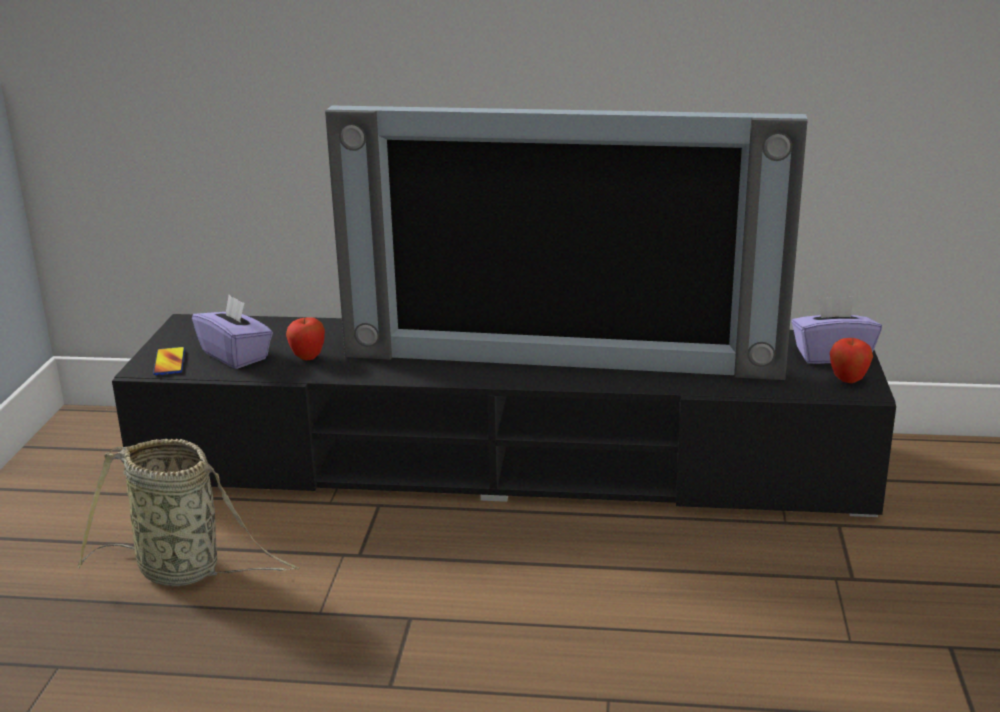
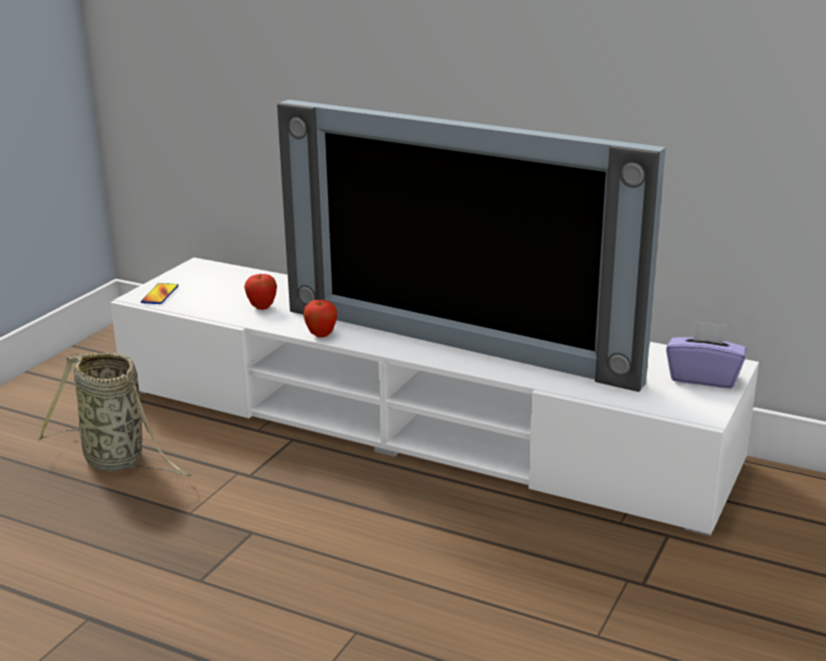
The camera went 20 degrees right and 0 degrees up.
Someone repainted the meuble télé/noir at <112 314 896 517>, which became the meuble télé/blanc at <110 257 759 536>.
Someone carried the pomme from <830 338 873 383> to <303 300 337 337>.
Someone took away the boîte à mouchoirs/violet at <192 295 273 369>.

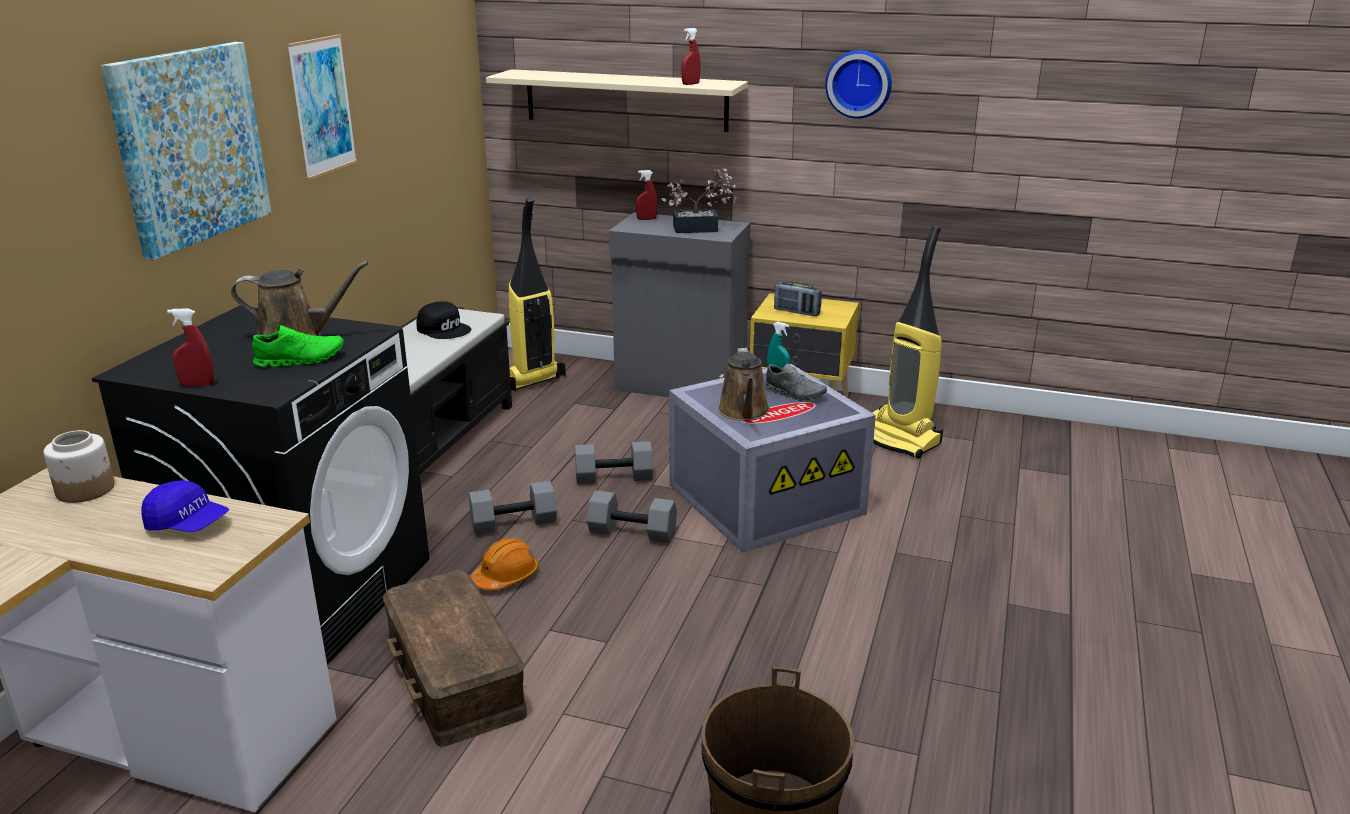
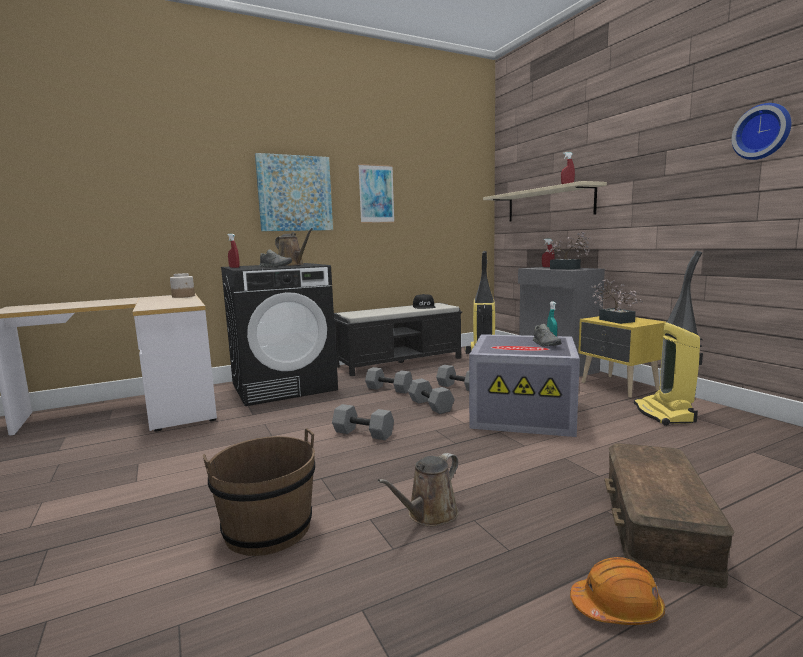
The camera went 45 degrees right and 15 degrees down.
Someone repainted the chaussure/vert at <252 325 344 368>, which became the chaussure/gris at <260 249 292 267>.
Someone put down the haltère/gris at <332 404 394 440>.
Someone carried the arrosoir/marron from <718 348 770 421> to <378 453 459 527>.
Someone carried the casque de chantier/orange from <471 538 539 590> to <570 557 665 625>.
Someone swapped the radio at <774 282 822 316> for the plante en pot at <591 279 643 324>.
Someone carried the boîte de rangement/marron from <383 570 527 747> to <605 443 734 588>.
Someone carried the horloge murale from <825 50 892 119> to <732 103 791 160>.
Someone took away the casquette/bleu at <141 480 229 532>.

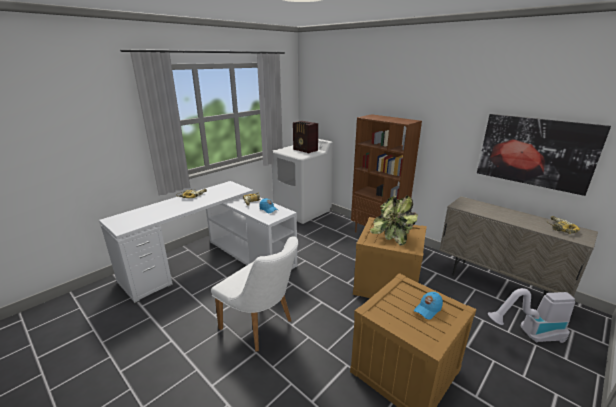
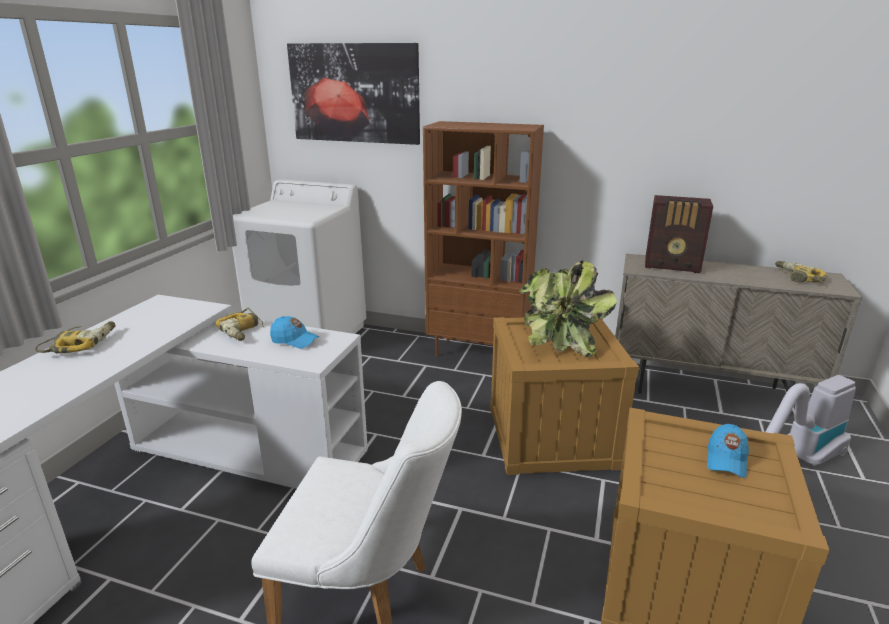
The camera went 25 degrees left and 0 degrees up.
Someone carried the tableau from <477 114 611 196> to <287 43 420 145>.
Someone carried the radio from <293 121 318 153> to <645 195 713 273>.

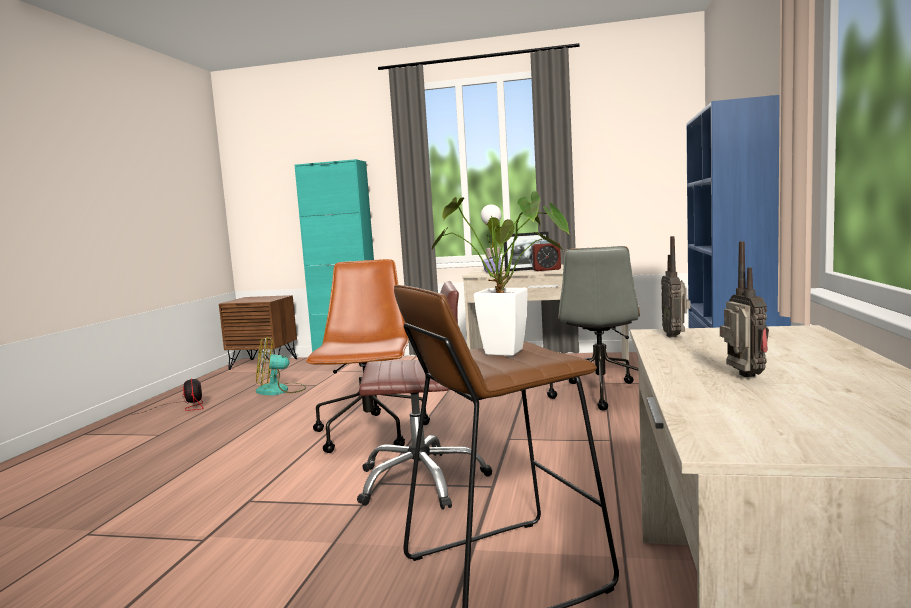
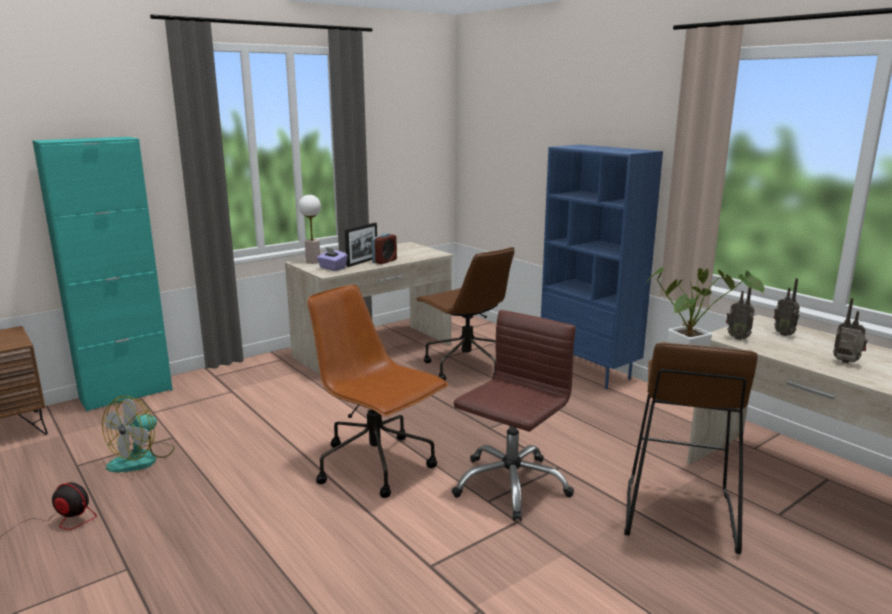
The camera went 50 degrees left and 10 degrees up.
Someone repainted the chaise de bureau/gris at <547 246 640 411>, which became the chaise de bureau/marron at <415 247 514 381>.
Someone put down the radio at <774 278 800 336>.

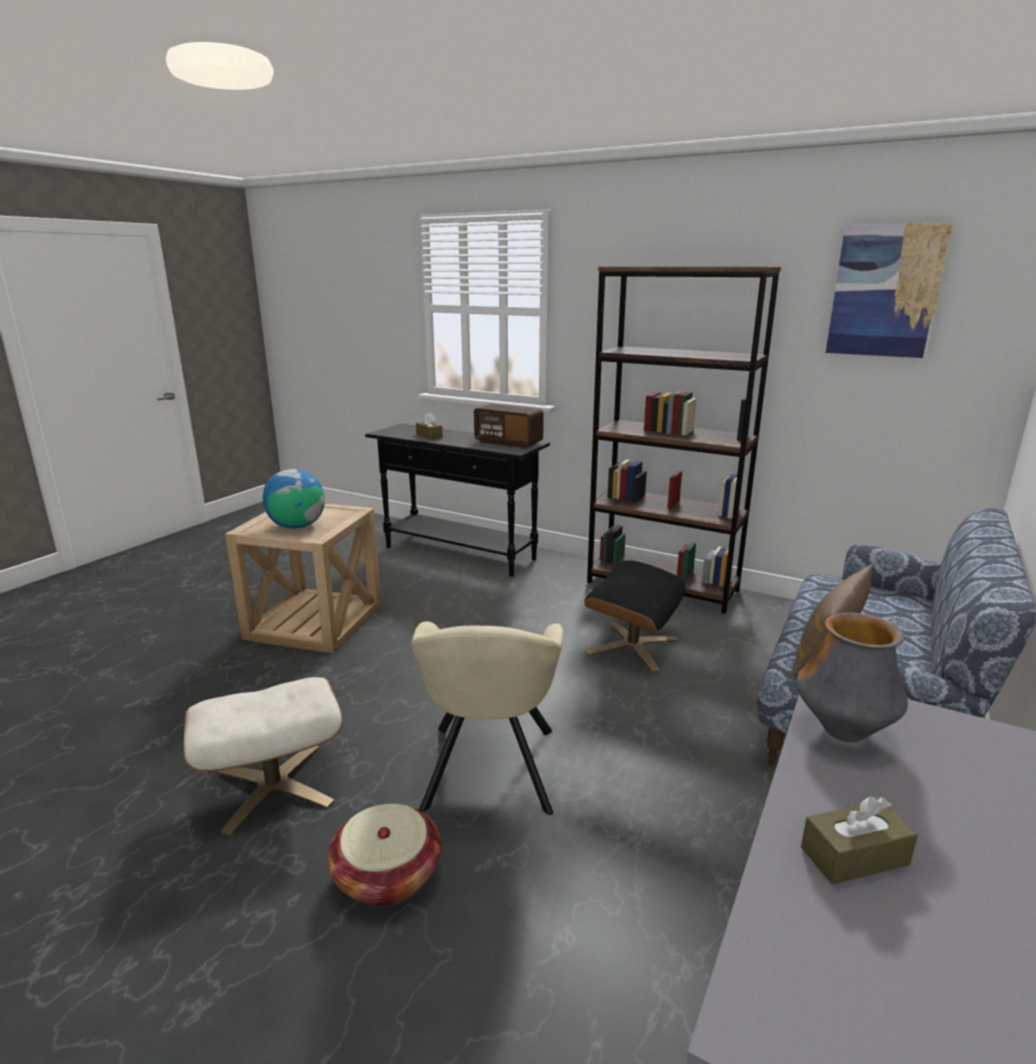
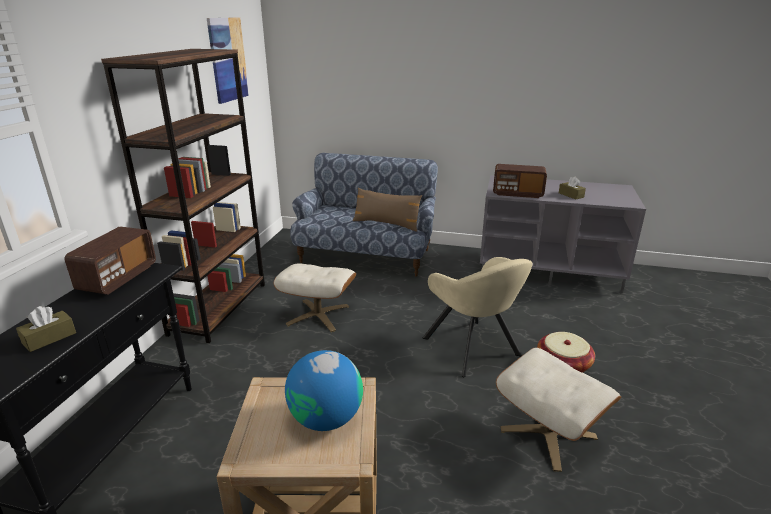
The camera went 105 degrees left and 5 degrees up.
Someone repainted the pouf/noir at <585 560 686 673>, which became the pouf/beige at <274 263 356 332>.
Someone rotated the fauteuil/beige at <412 621 563 815> by 75 degrees clockwise.
Someone swapped the vase at <796 613 908 743> for the radio at <493 164 547 198>.

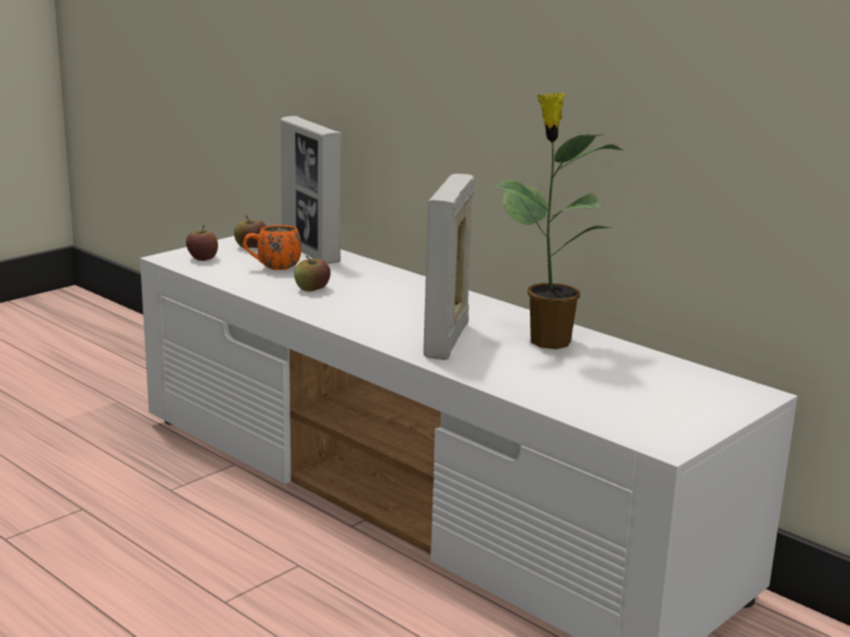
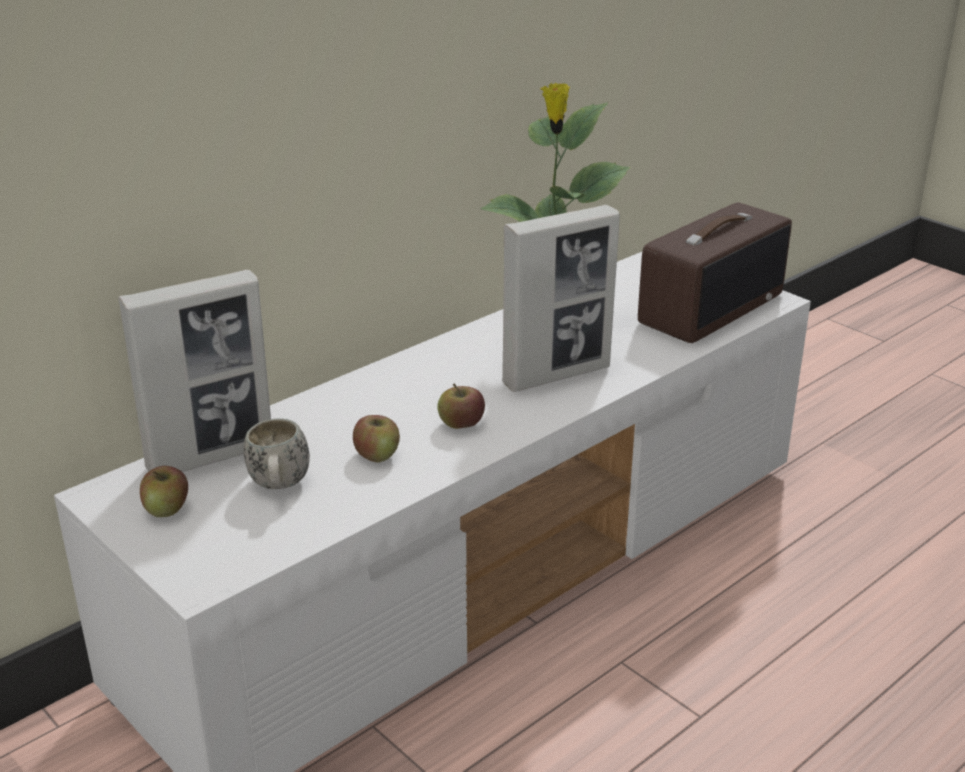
The camera went 85 degrees left and 10 degrees up.
Someone repainted the mug/orange at <243 225 301 270>, which became the mug/blanc at <244 418 310 489>.
Someone carried the pomme from <186 225 218 261> to <437 383 485 429>.
Someone rotated the cadre photo at <423 174 475 360> by 45 degrees counterclockwise.
Someone put down the radio at <638 202 792 343>.

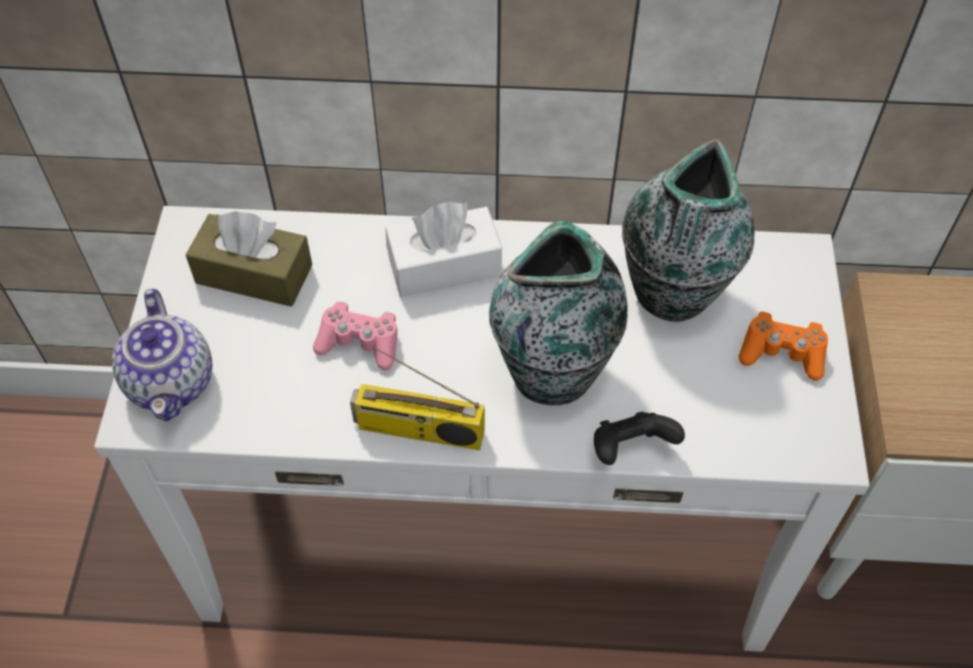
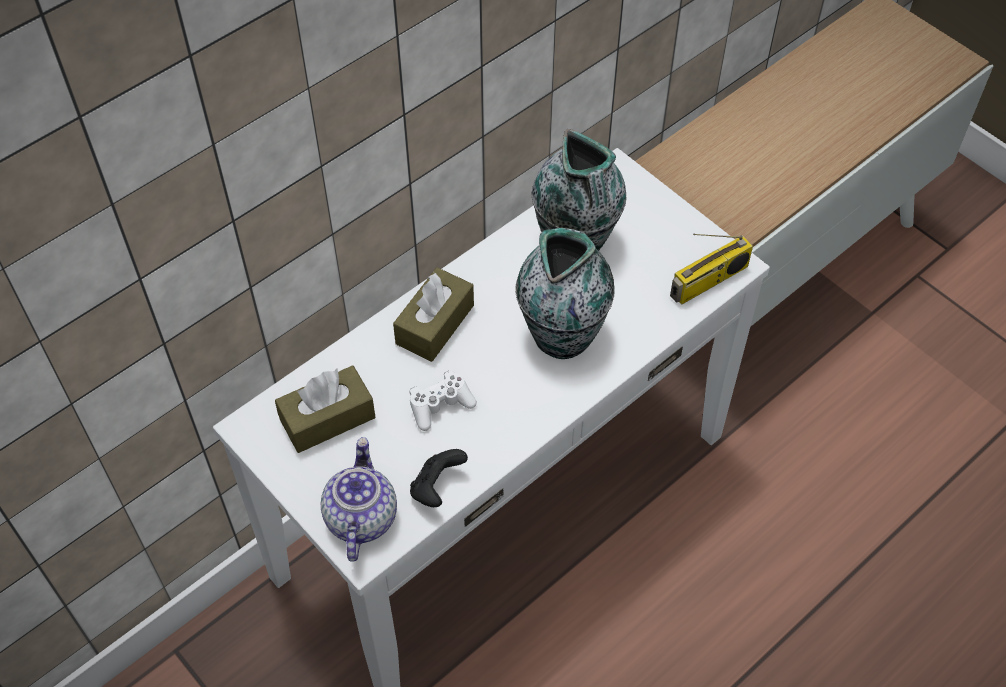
The camera went 45 degrees left and 0 degrees up.
Someone rotated the théière at <112 289 212 422> by 120 degrees counterclockwise.
Someone repainted the boîte à mouchoirs/blanc at <385 202 502 297>, which became the boîte à mouchoirs/marron at <393 267 474 362>.
Someone repainted the manette/rose at <313 302 398 370>, which became the manette/blanc at <409 370 477 431>.
Someone carried the manette/noir from <594 412 685 465> to <410 449 468 507>.
Someone carried the radio from <350 346 485 450> to <670 234 753 305>.
Someone took away the manette/orange at <739 312 828 381>.

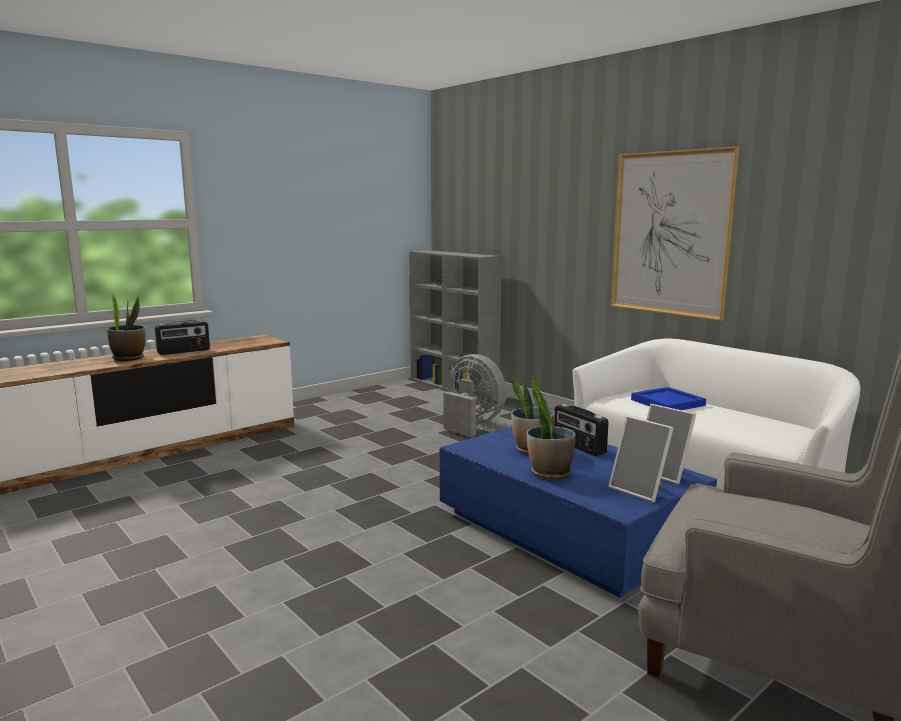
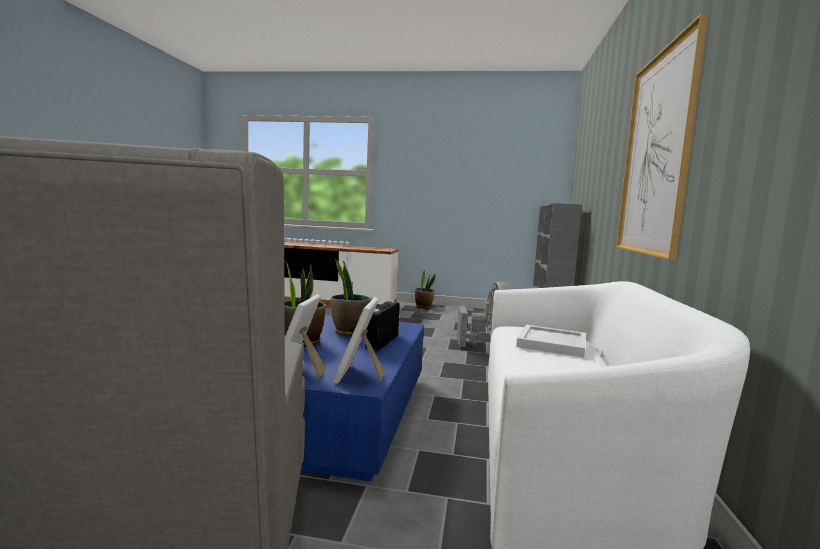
The camera went 50 degrees right and 5 degrees down.
Someone carried the plante en pot from <107 294 146 361> to <415 270 436 309>.
Someone repainted the plateau/bleu at <631 387 706 410>, which became the plateau/blanc at <516 325 586 358>.
Someone took away the radio at <155 320 210 355>.

